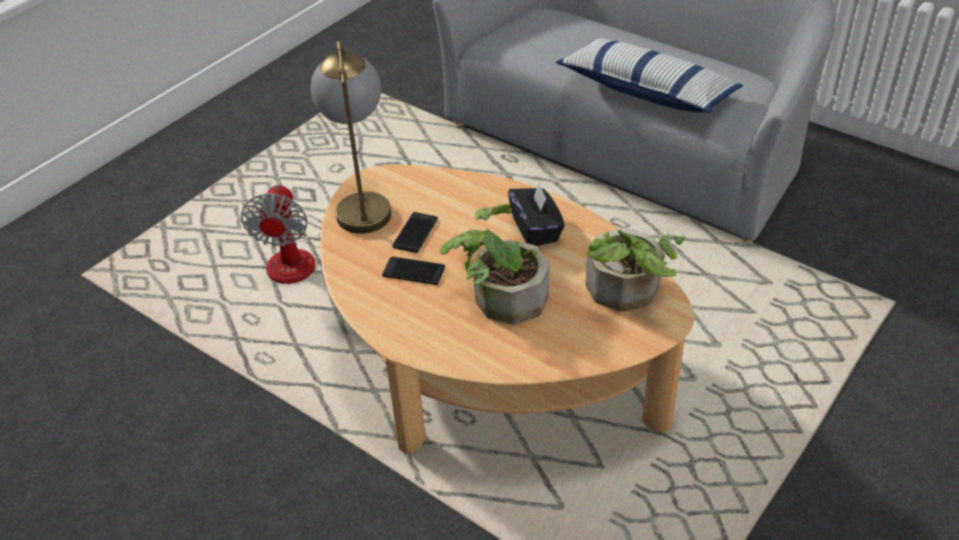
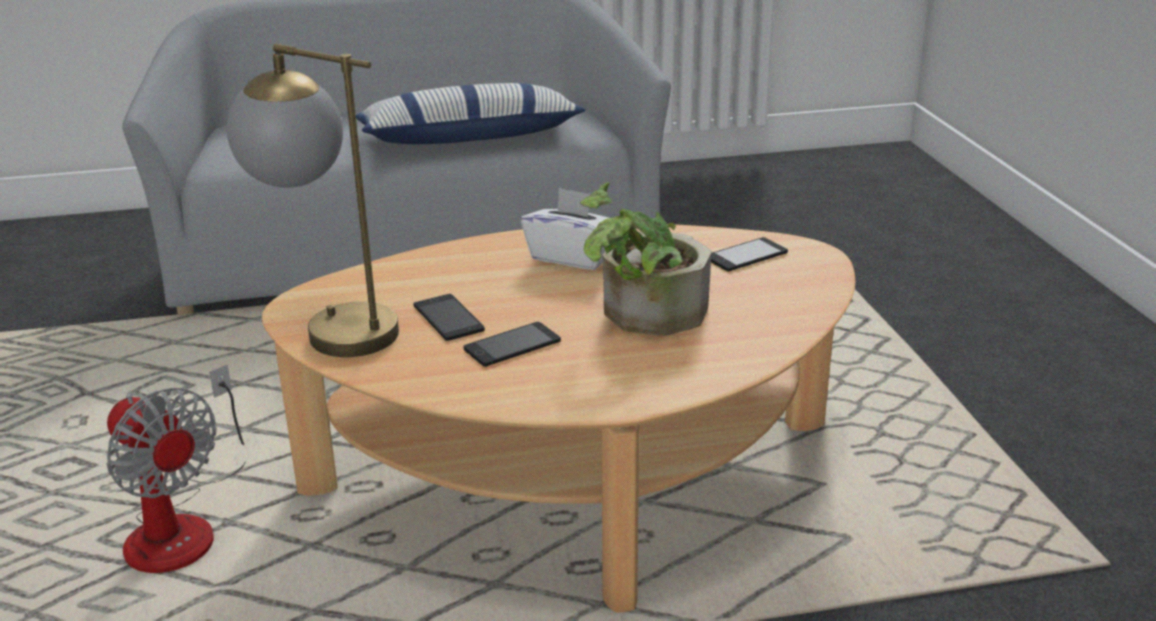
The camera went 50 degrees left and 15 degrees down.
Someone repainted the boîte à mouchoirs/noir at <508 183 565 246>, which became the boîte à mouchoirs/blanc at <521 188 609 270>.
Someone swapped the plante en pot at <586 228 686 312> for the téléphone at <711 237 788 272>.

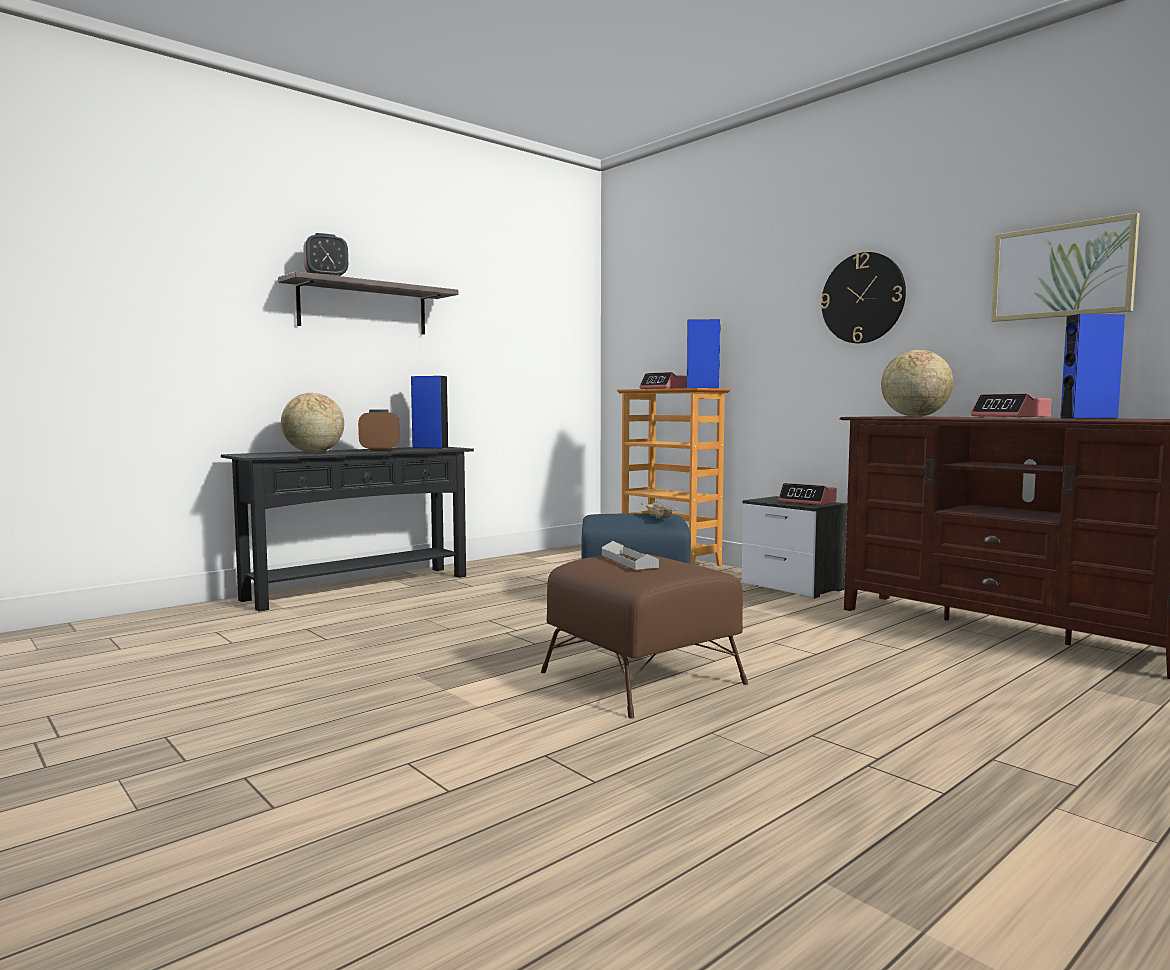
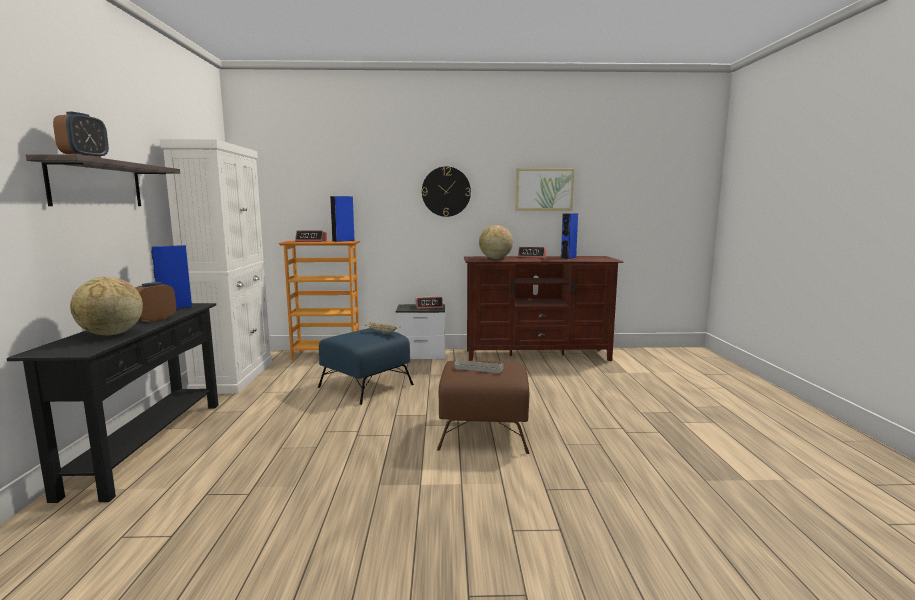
The camera went 50 degrees left and 5 degrees up.
Someone put down the meuble de rangement/blanc at <160 139 272 394>.

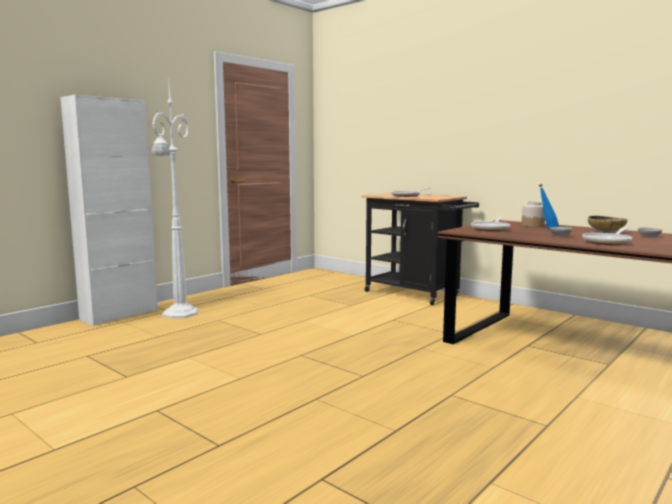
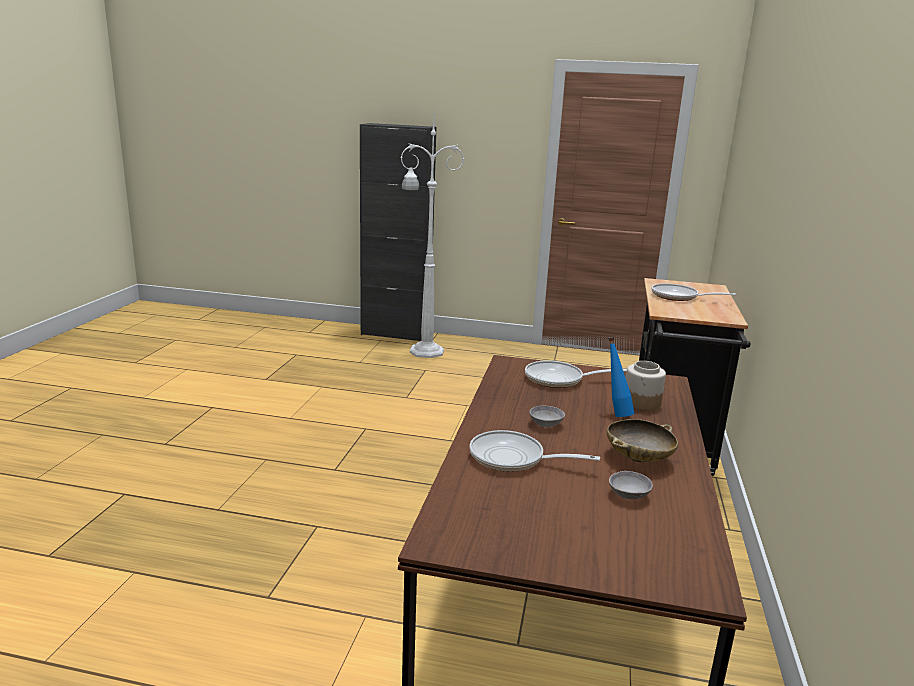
The camera went 60 degrees right and 10 degrees up.
Someone repainted the meuble de rangement/blanc at <60 95 158 326>, which became the meuble de rangement/noir at <360 123 436 341>.

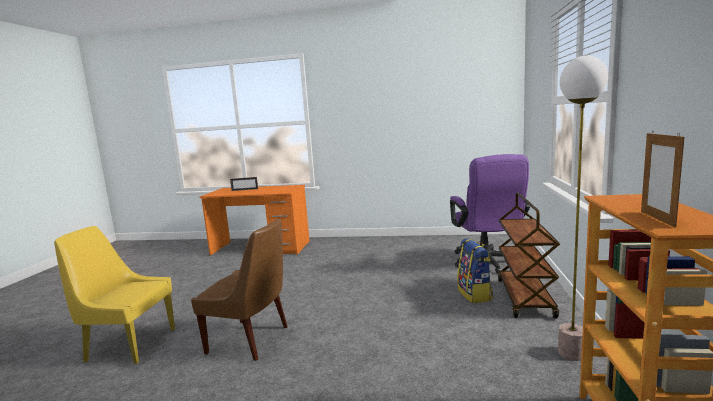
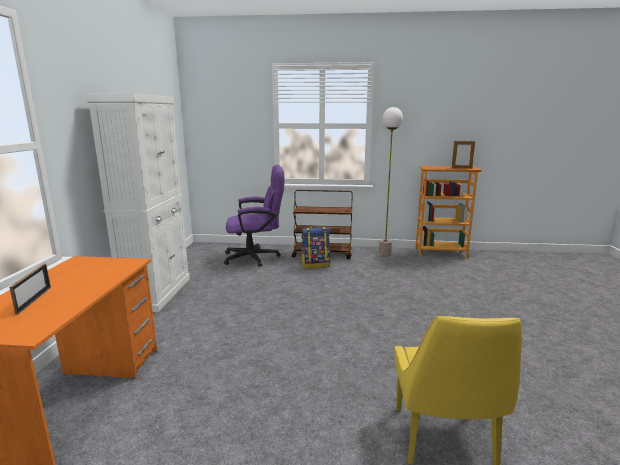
The camera went 95 degrees left and 5 degrees up.
Someone put down the meuble de rangement/blanc at <85 94 190 312>.
Someone took away the chaise/marron at <191 218 287 361>.

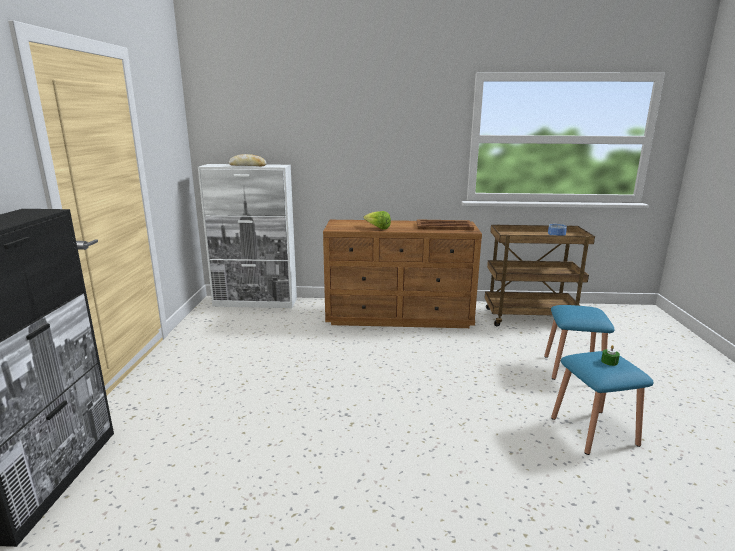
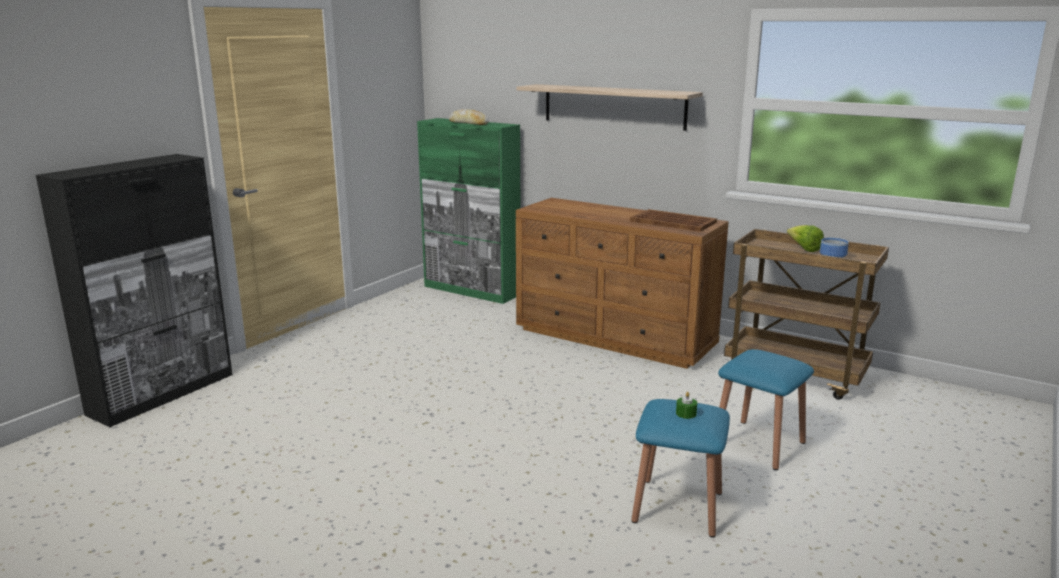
The camera went 30 degrees right and 0 degrees up.
Someone repainted the meuble de rangement/blanc at <198 164 297 308>, which became the meuble de rangement/vert at <417 118 520 304>.
Someone put up the étagère at <516 84 703 131>.
Someone carried the laitue from <363 211 391 230> to <787 225 824 252>.

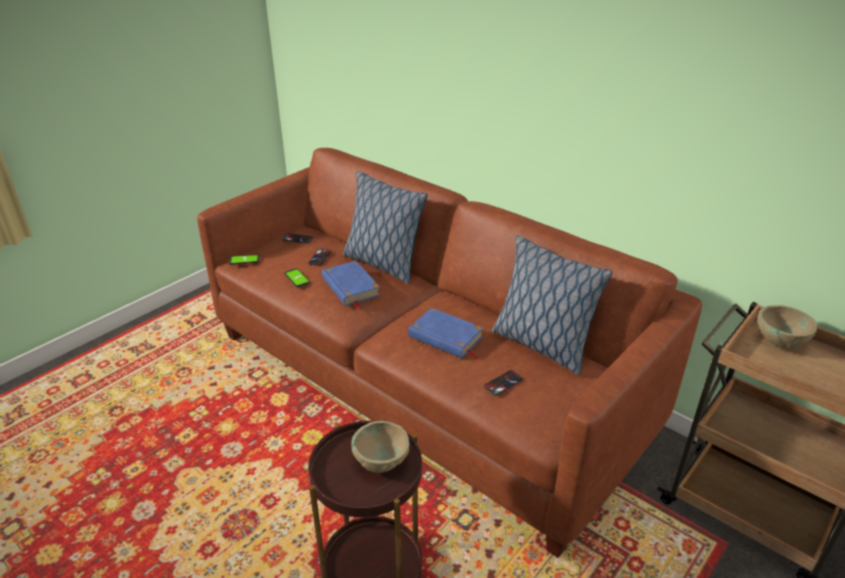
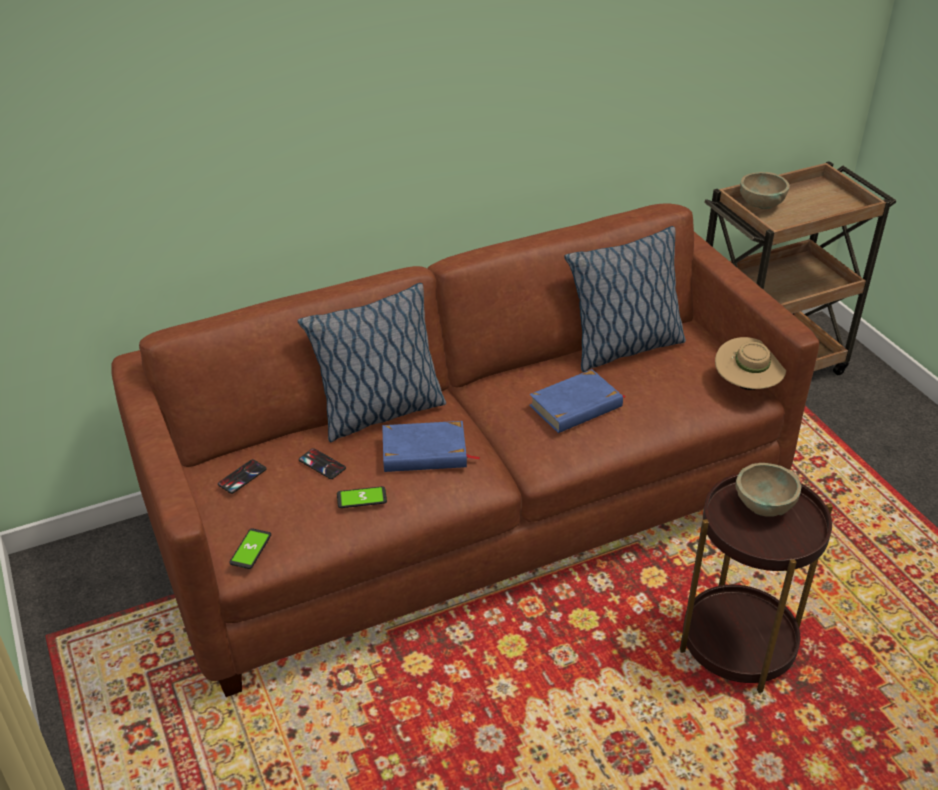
The camera went 65 degrees left and 5 degrees up.
Someone put down the chapeau/beige at <715 337 786 390>.
Someone took away the téléphone at <484 370 523 396>.

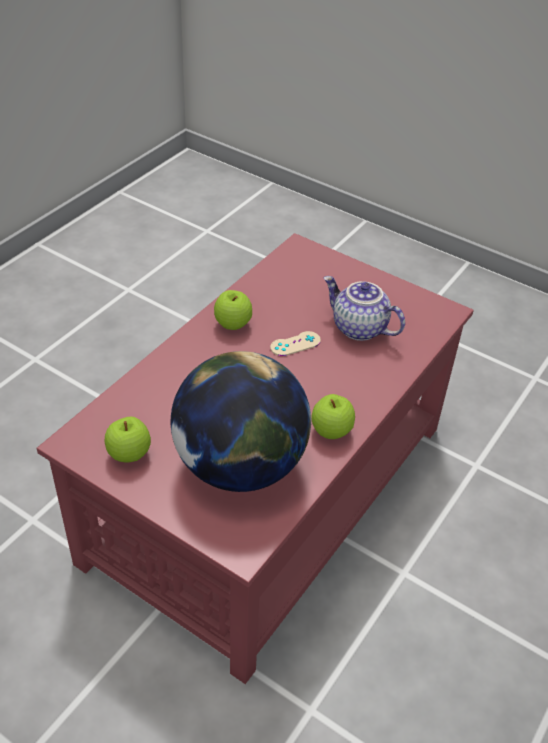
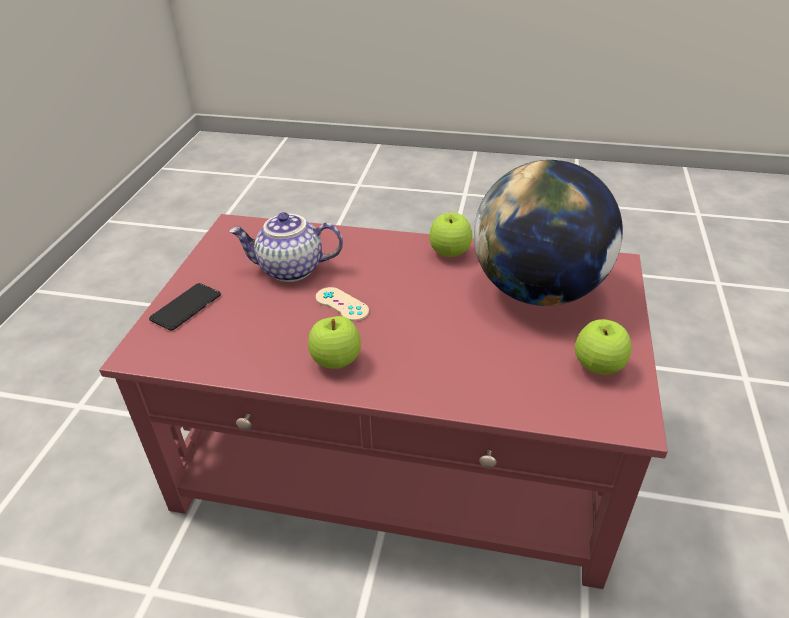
The camera went 110 degrees left and 5 degrees down.
Someone put down the téléphone at <149 283 221 330>.
Someone rotated the théière at <324 276 405 341> by 75 degrees clockwise.

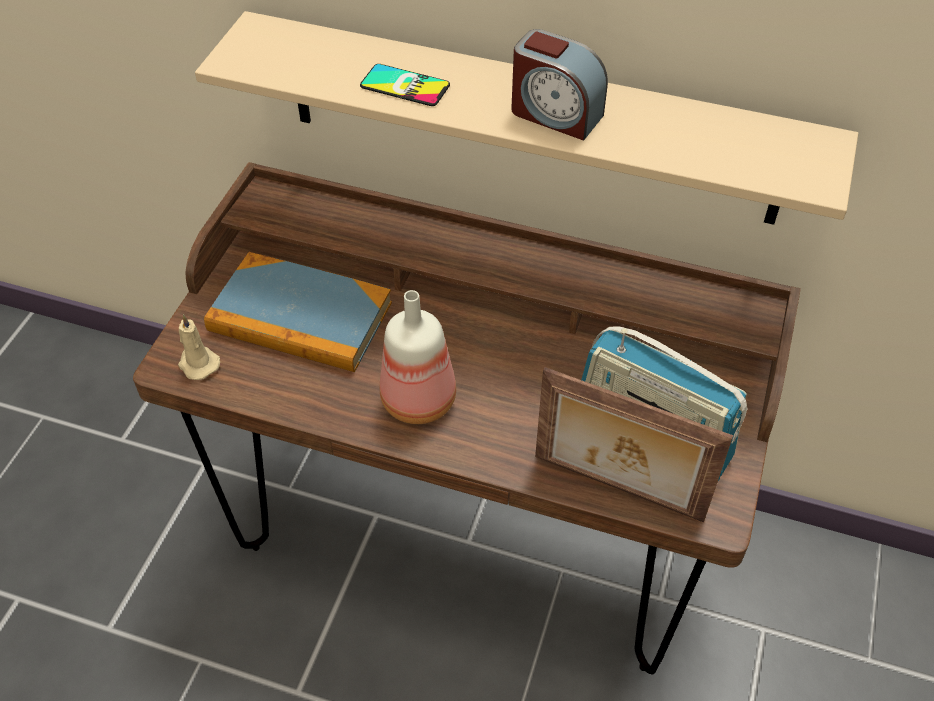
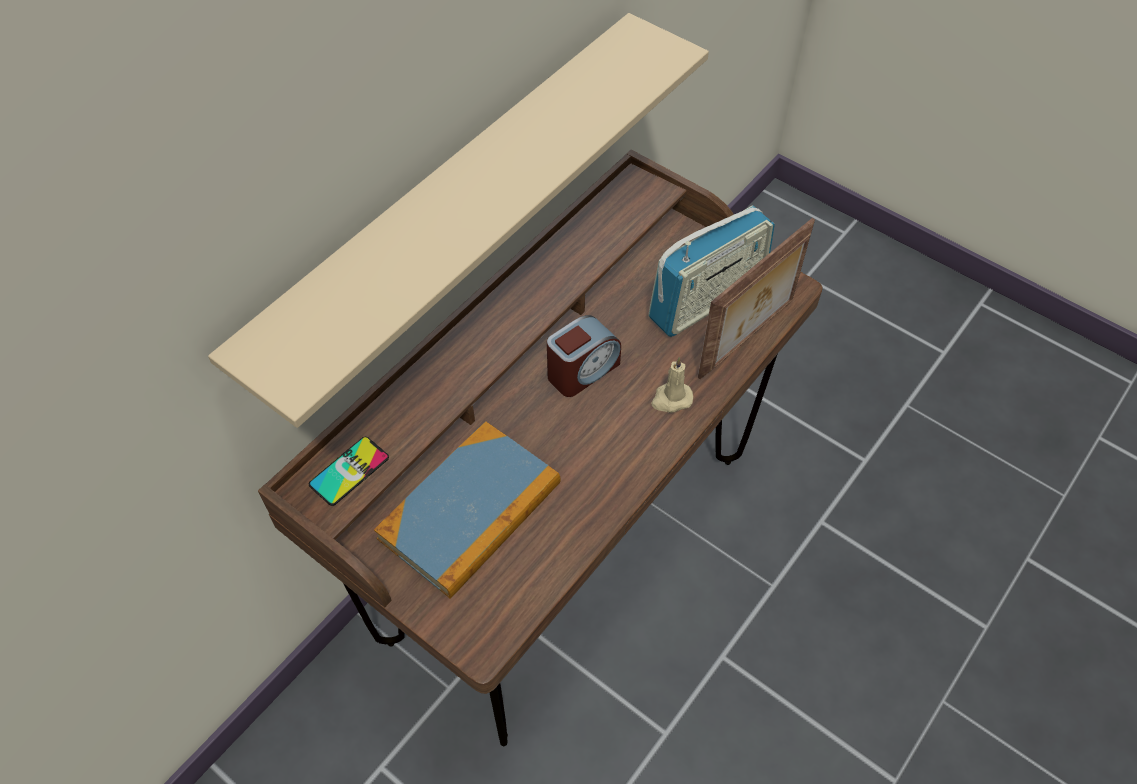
The camera went 70 degrees left and 5 degrees up.
Someone carried the téléphone from <360 64 450 106> to <309 437 389 506>.
Someone carried the réveil from <511 29 608 140> to <547 315 621 397>.
Someone carried the bougie/beige from <178 314 220 380> to <651 357 693 413>.
Someone took away the bouteille at <380 290 456 424>.

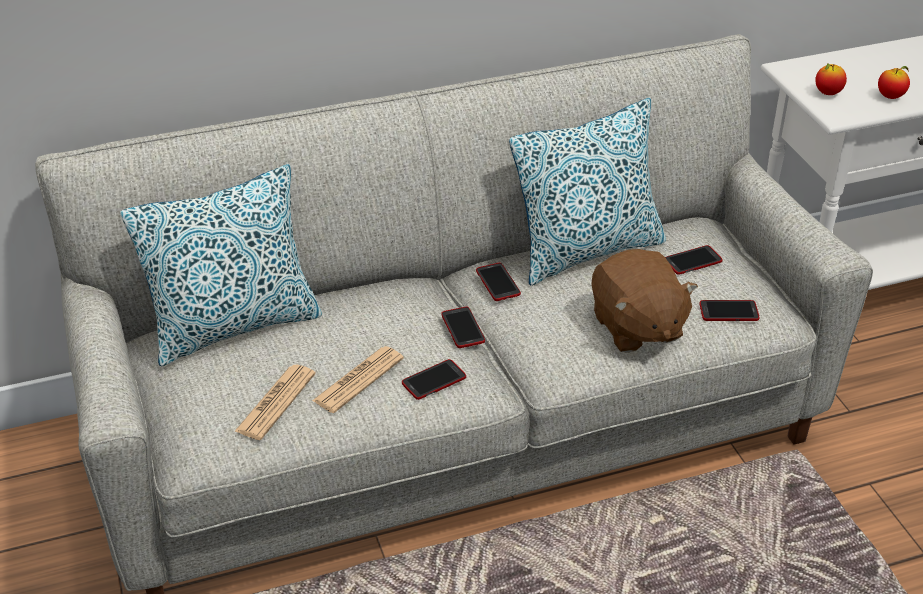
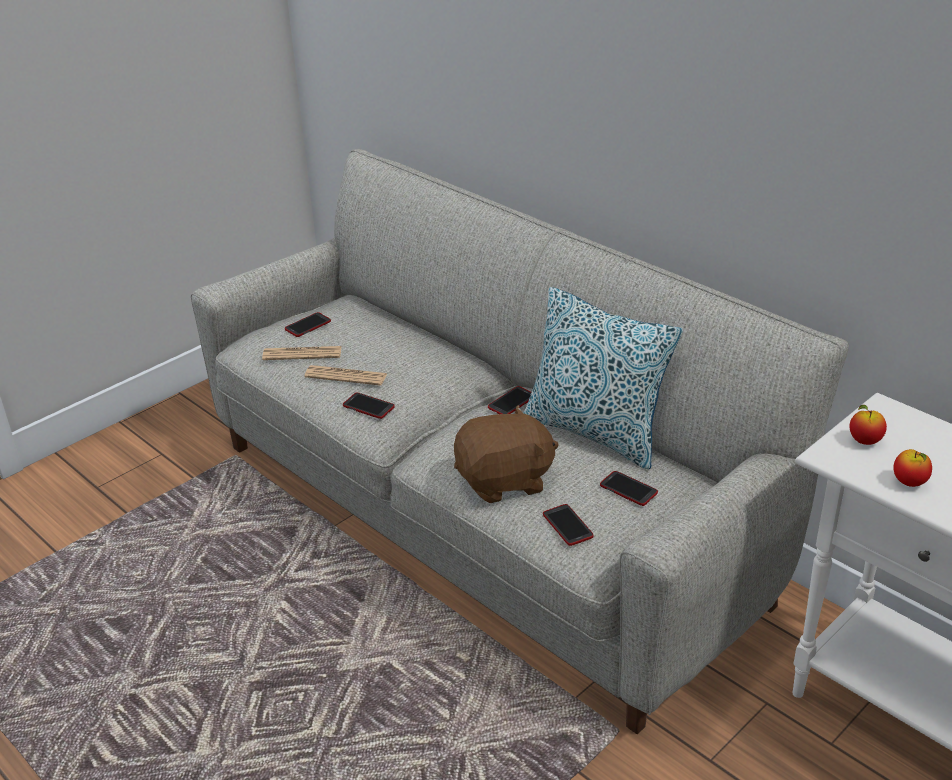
The camera went 65 degrees right and 5 degrees down.
Someone carried the téléphone from <441 307 485 348> to <285 312 331 337>.
Someone rotated the peluche/marron at <591 249 698 353> by 150 degrees counterclockwise.
Someone took away the coussin at <120 164 322 366>.

